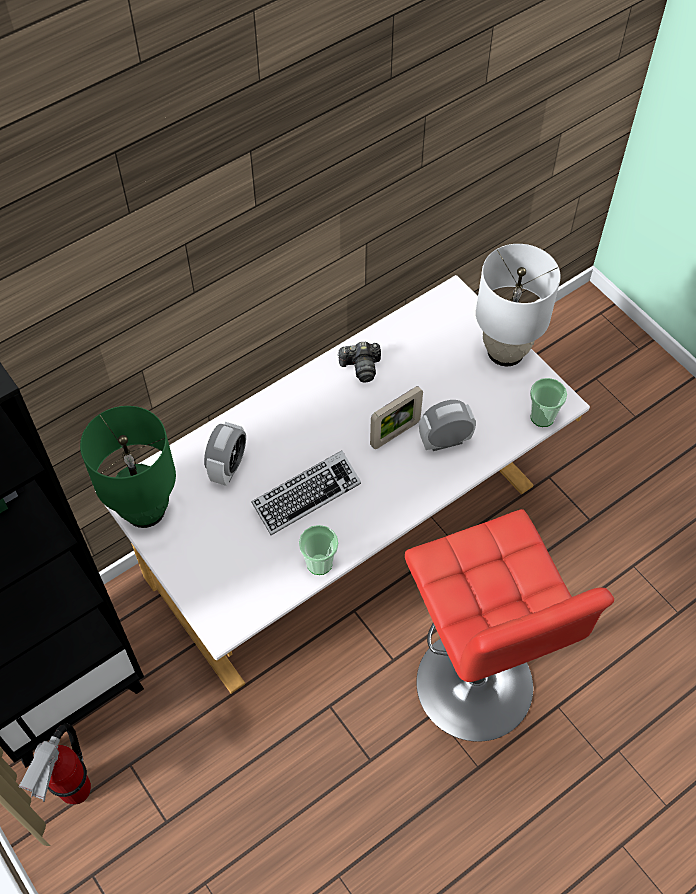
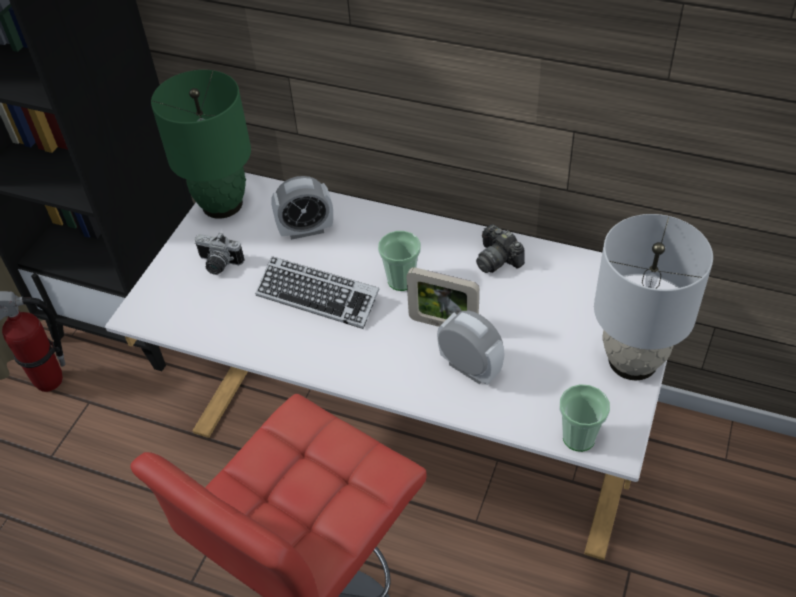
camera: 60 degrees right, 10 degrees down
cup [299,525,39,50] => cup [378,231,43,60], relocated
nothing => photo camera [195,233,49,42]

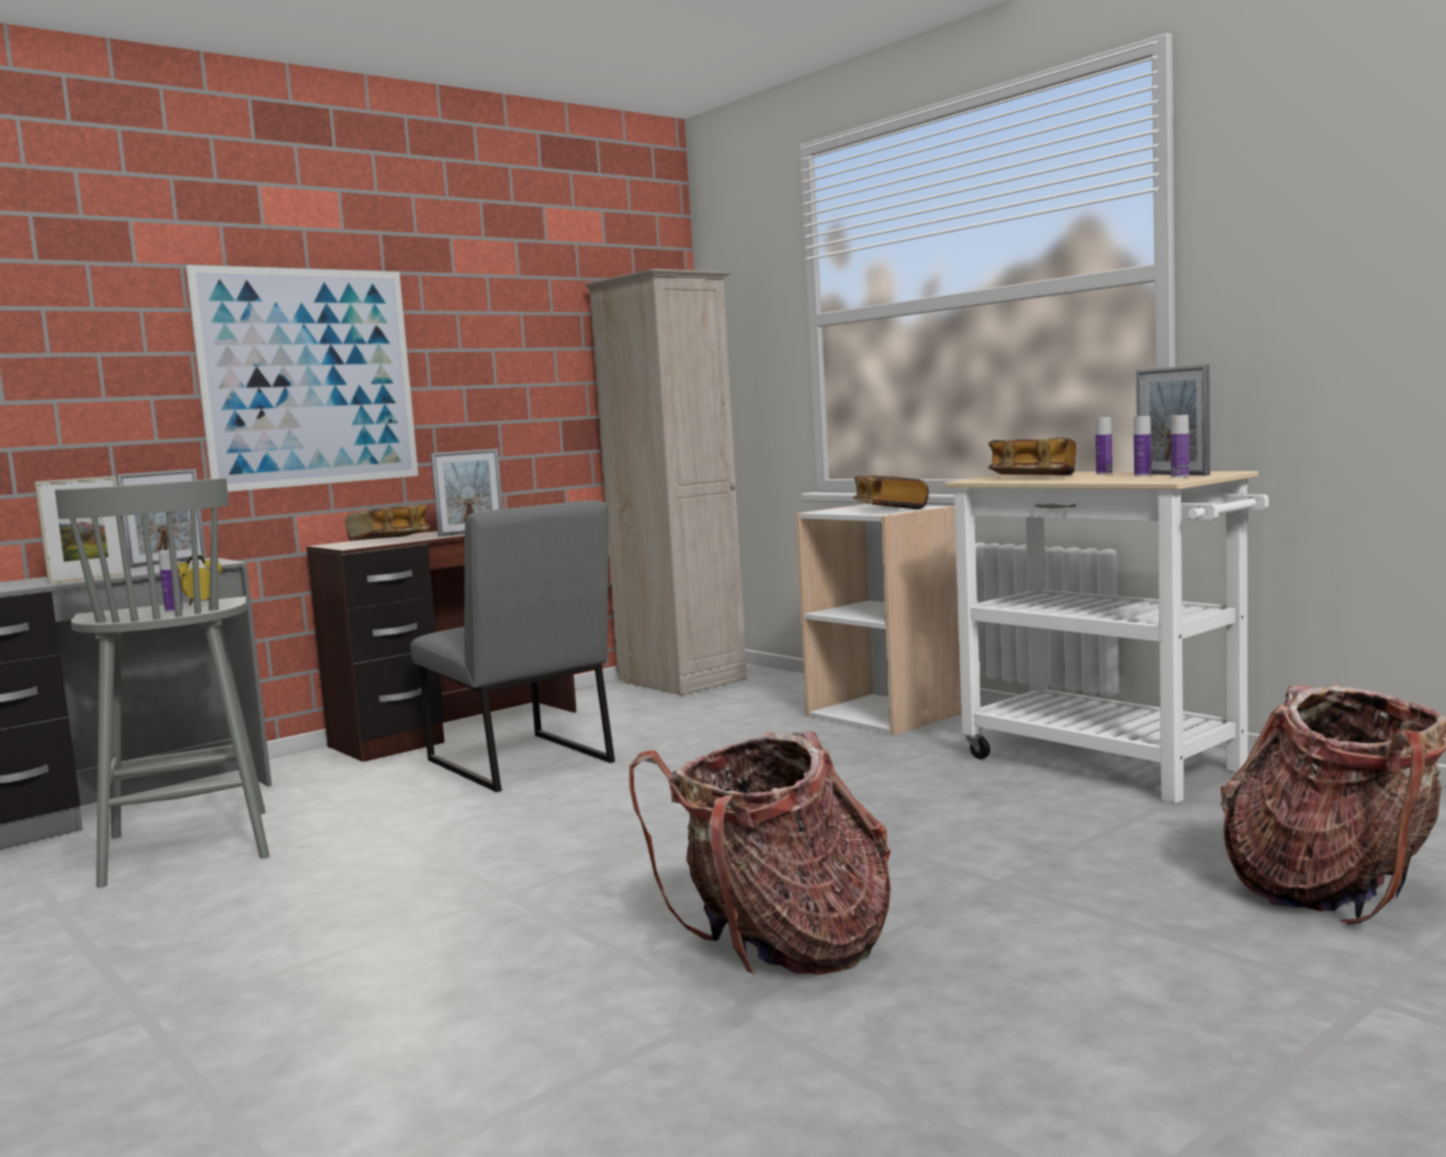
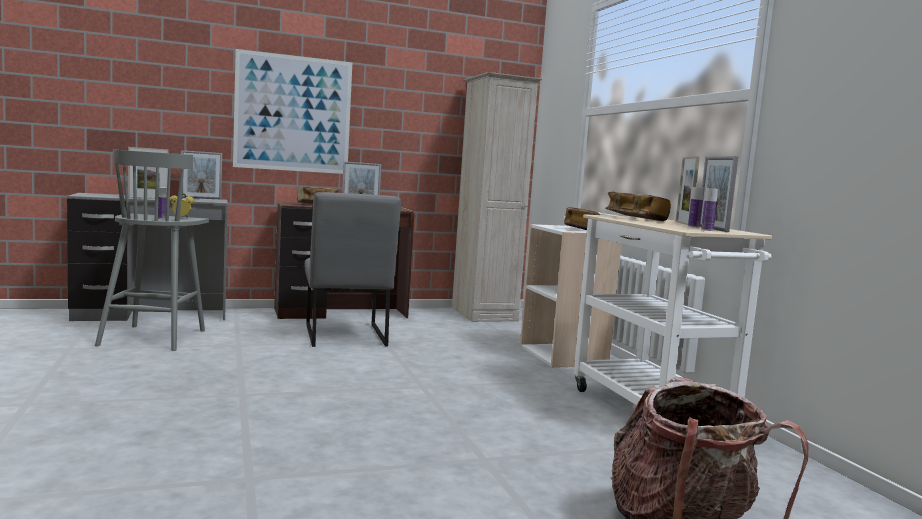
camera: 20 degrees right, 0 degrees up
backpack [629,731,262,244] => nothing
bottle [1095,417,17,57] => picture frame [676,156,24,69]

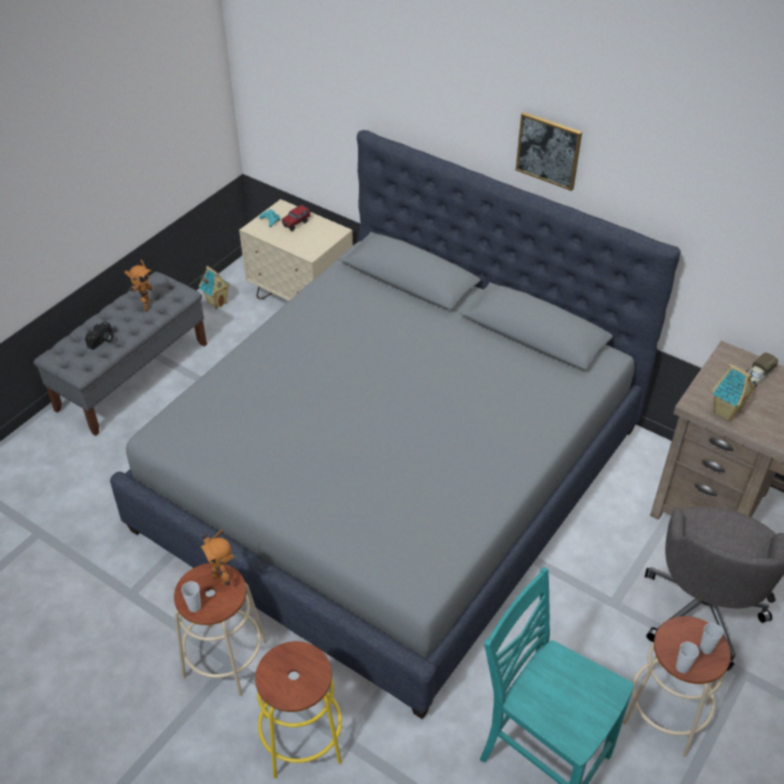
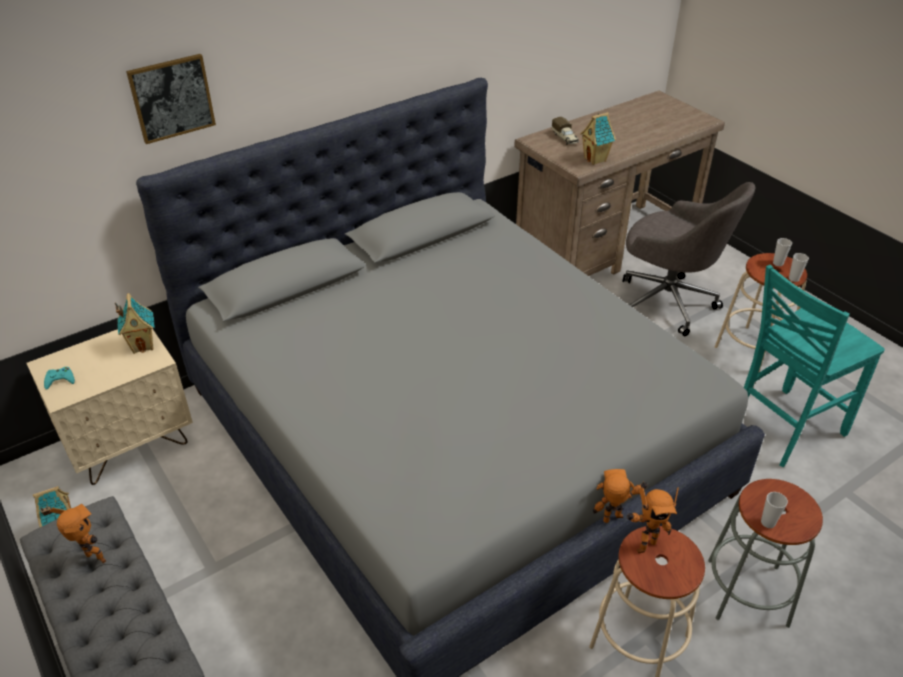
camera: 70 degrees left, 5 degrees down
photo camera [85,321,29,29] => nothing
cup [181,581,20,31] => cup [761,492,27,36], relocated
yellow stool [255,641,87,137] => grey stool [708,479,115,149]
toy truck [282,205,28,26] => nothing
picture [516,112,66,79] => picture [126,54,90,90], relocated
nothing => toy house [115,293,40,61]
nothing => toy robot [593,469,56,54]

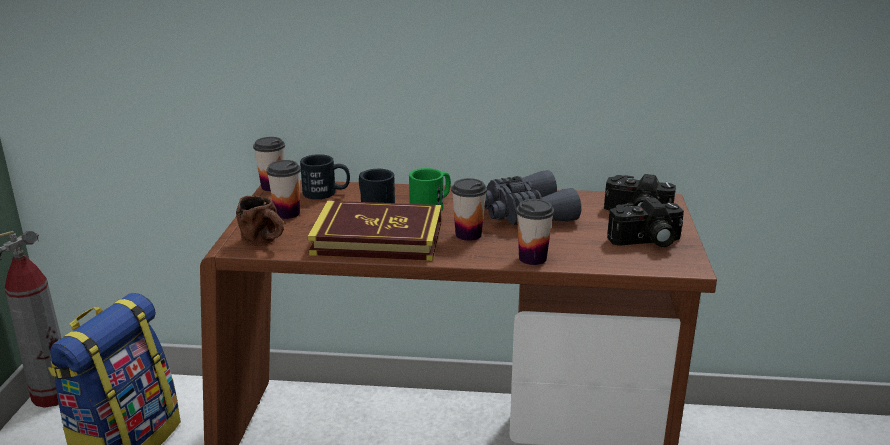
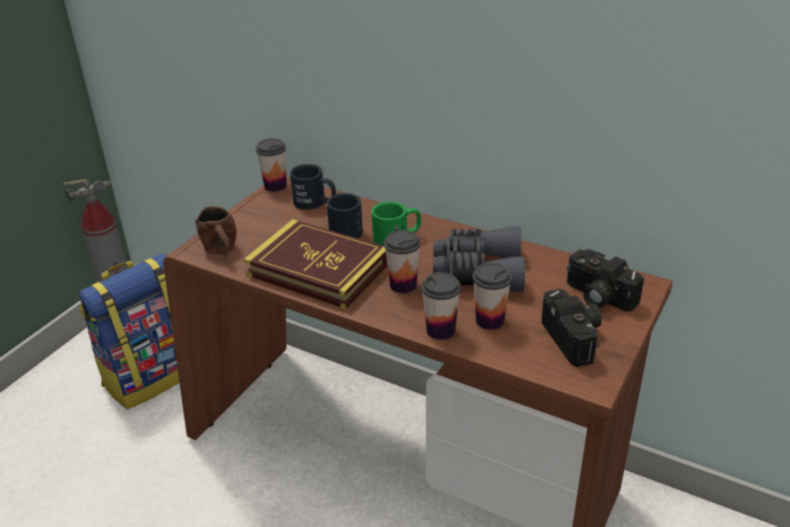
camera: 25 degrees right, 10 degrees up
cup [266,160,35,59] => cup [473,263,39,67], relocated
photo camera [607,198,77,49] => photo camera [542,289,60,78], 120 degrees counterclockwise

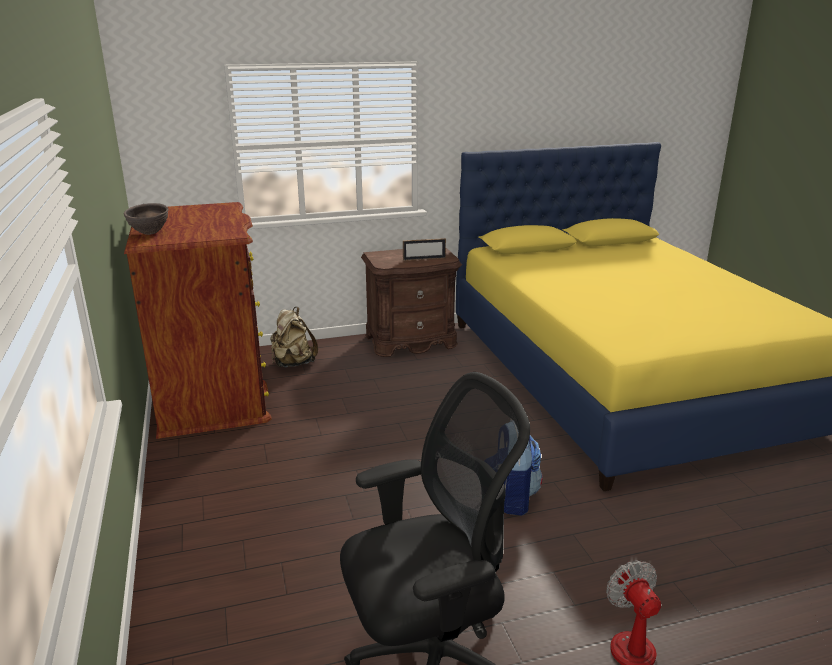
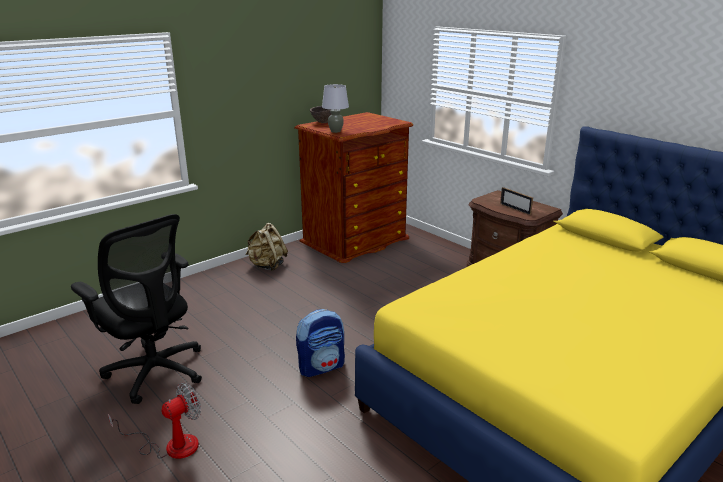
camera: 65 degrees right, 0 degrees up
beige backpack [270,307,48,61] => beige backpack [245,223,43,48], relocated
nothing => grey table lamp [322,84,27,49]

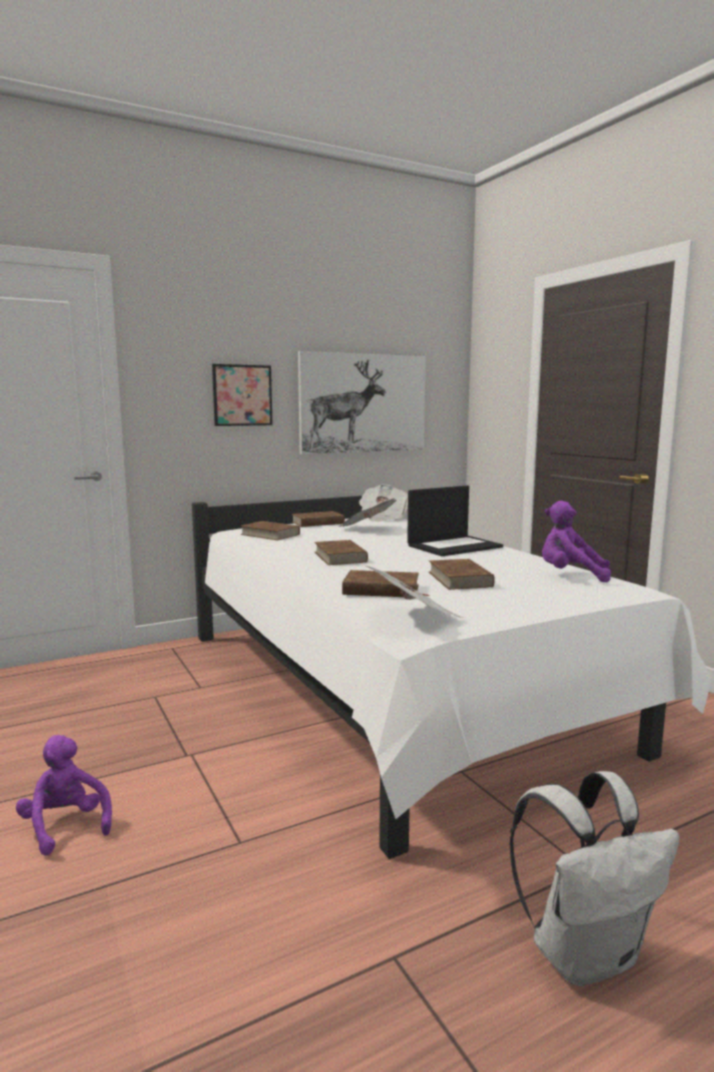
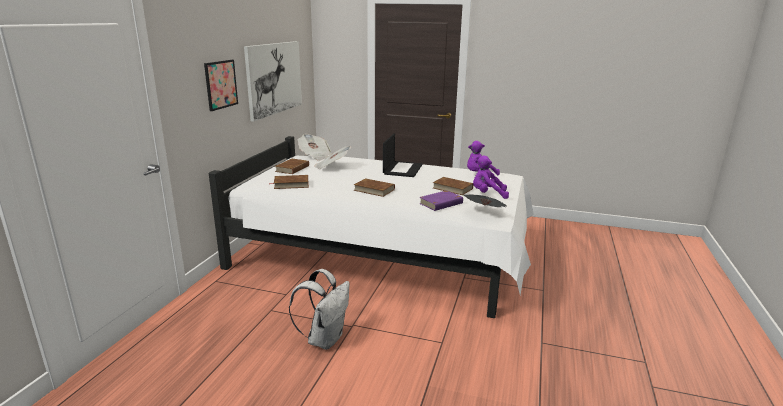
camera: 45 degrees left, 10 degrees up
purple plush toy [16,735,96,121] => purple plush toy [473,155,36,44], relocated
brown book [342,570,87,27] => purple book [419,190,44,21]
white backpack [509,771,171,215] => white backpack [289,269,61,81], relocated

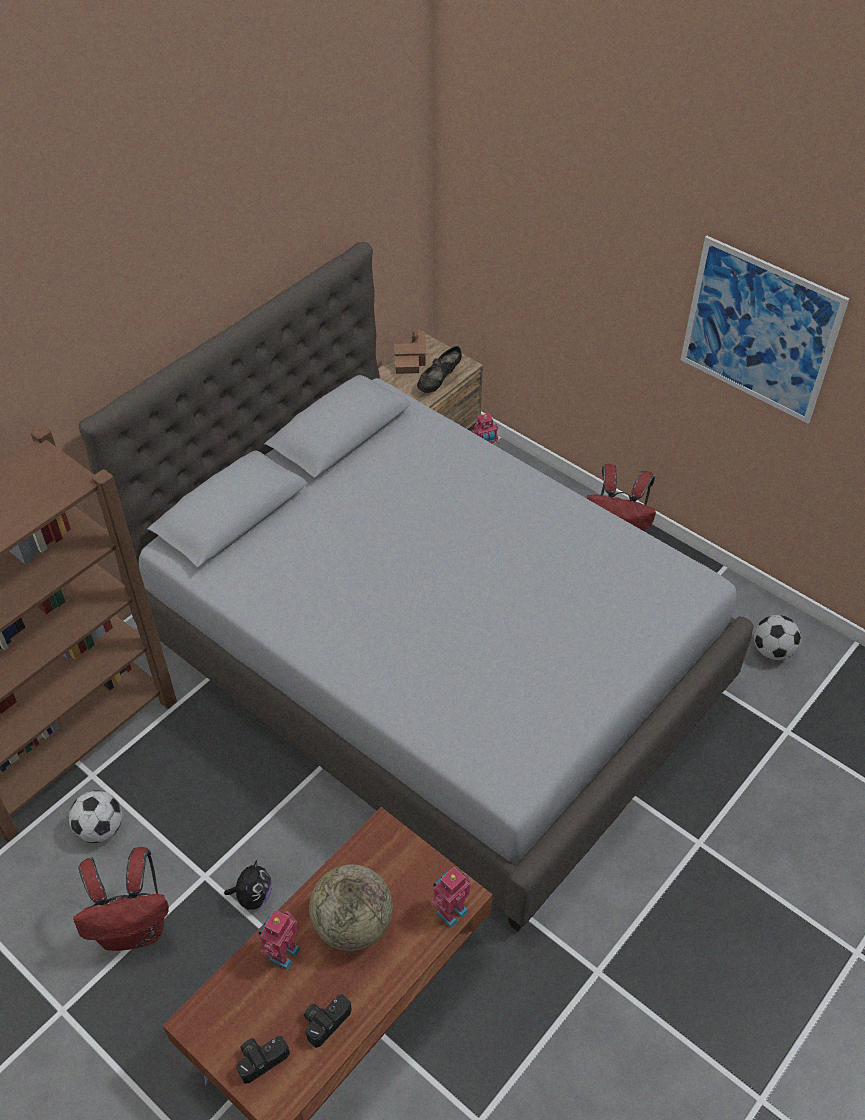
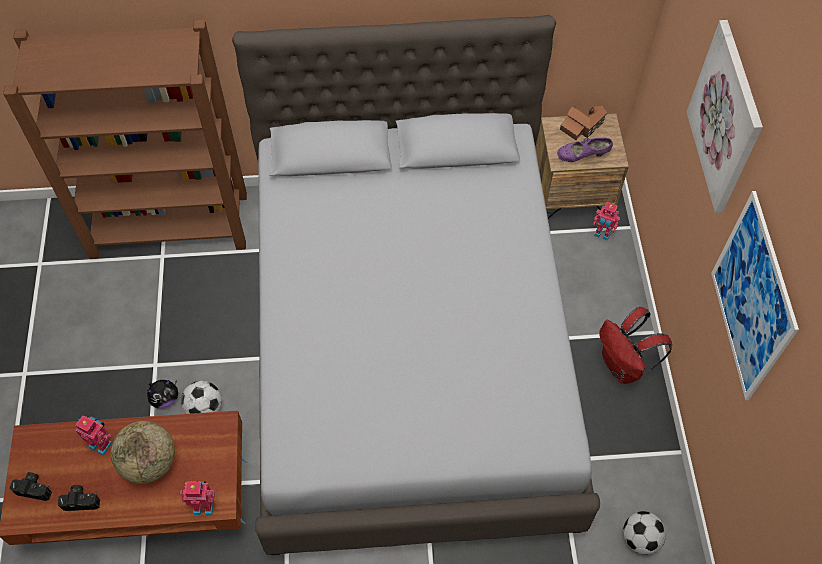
camera: 45 degrees right, 10 degrees up
football [69,790,53,53] => football [181,381,41,33], relocated
red backpack [73,847,96,104] => nothing
toy robot [259,910,41,60] => toy robot [76,416,37,40], 45 degrees clockwise
black shoe [417,346,45,47] => purple shoe [557,138,56,24]
nothing => picture [687,20,76,193]

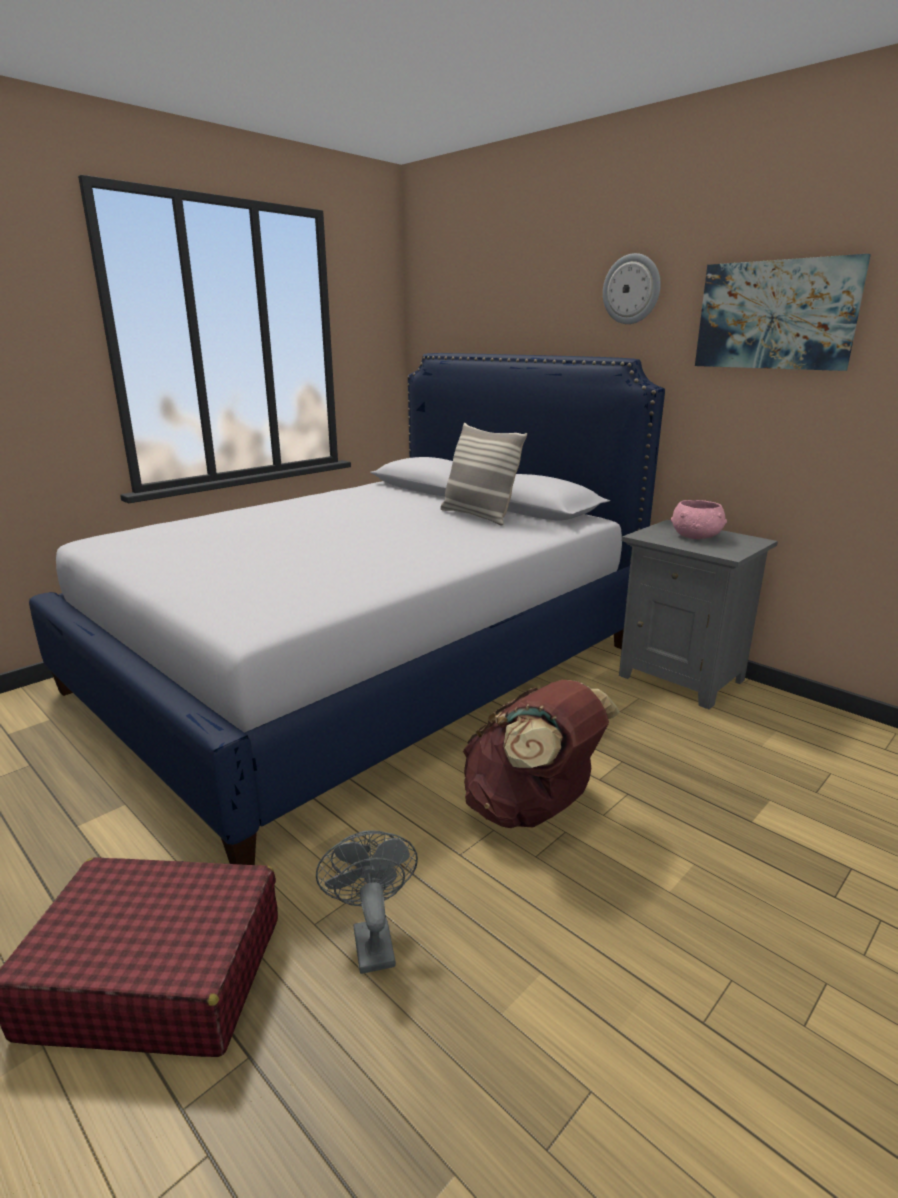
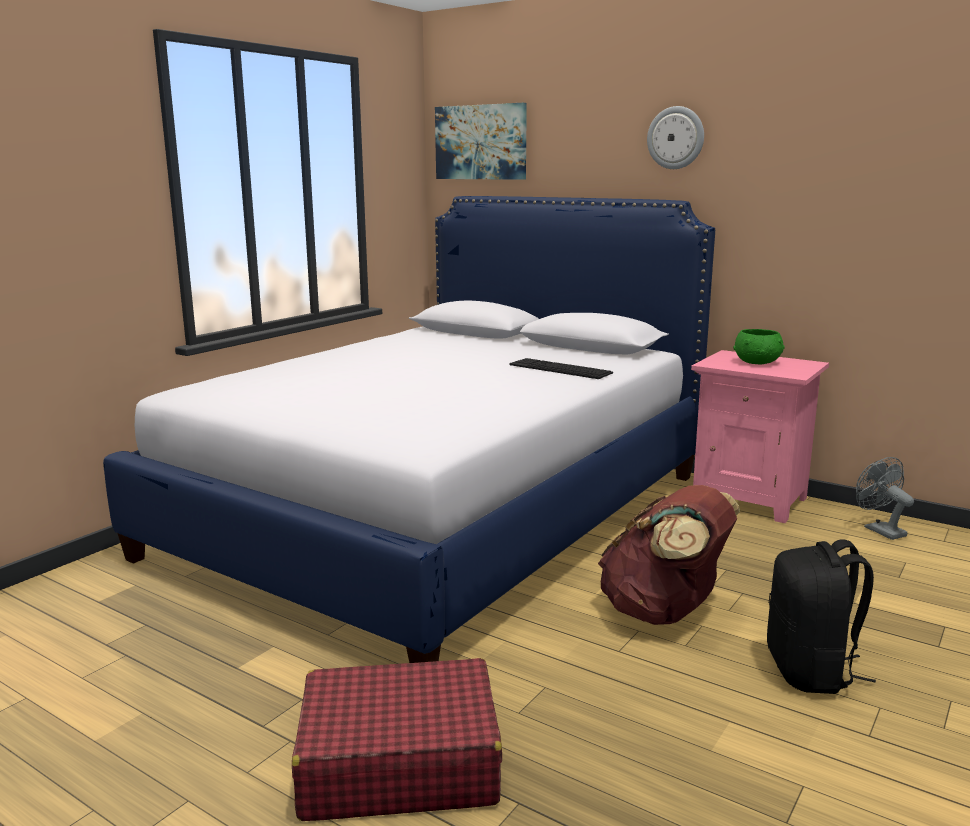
camera: 10 degrees left, 5 degrees down
grey fan [316,830,102,144] => grey fan [856,457,58,83], relocated
pillow [440,423,87,103] => nothing
grey nightstand [619,520,159,189] => pink nightstand [691,350,138,173]
pink bowl [671,500,56,39] => green bowl [733,329,51,35]
picture [695,254,176,117] => picture [435,103,92,77], relocated
nothing => keyboard [510,358,103,21]
nothing => black backpack [767,539,109,155]

